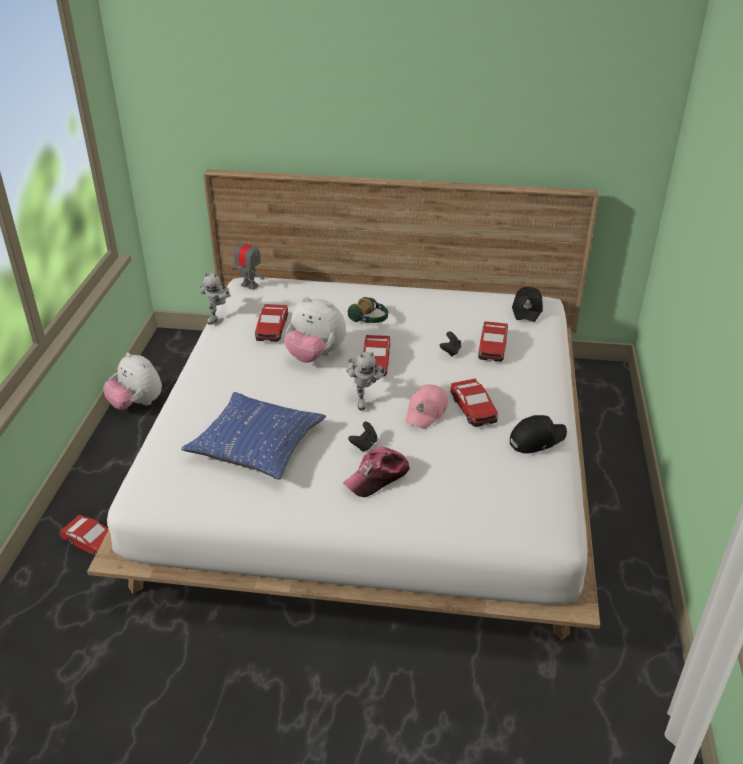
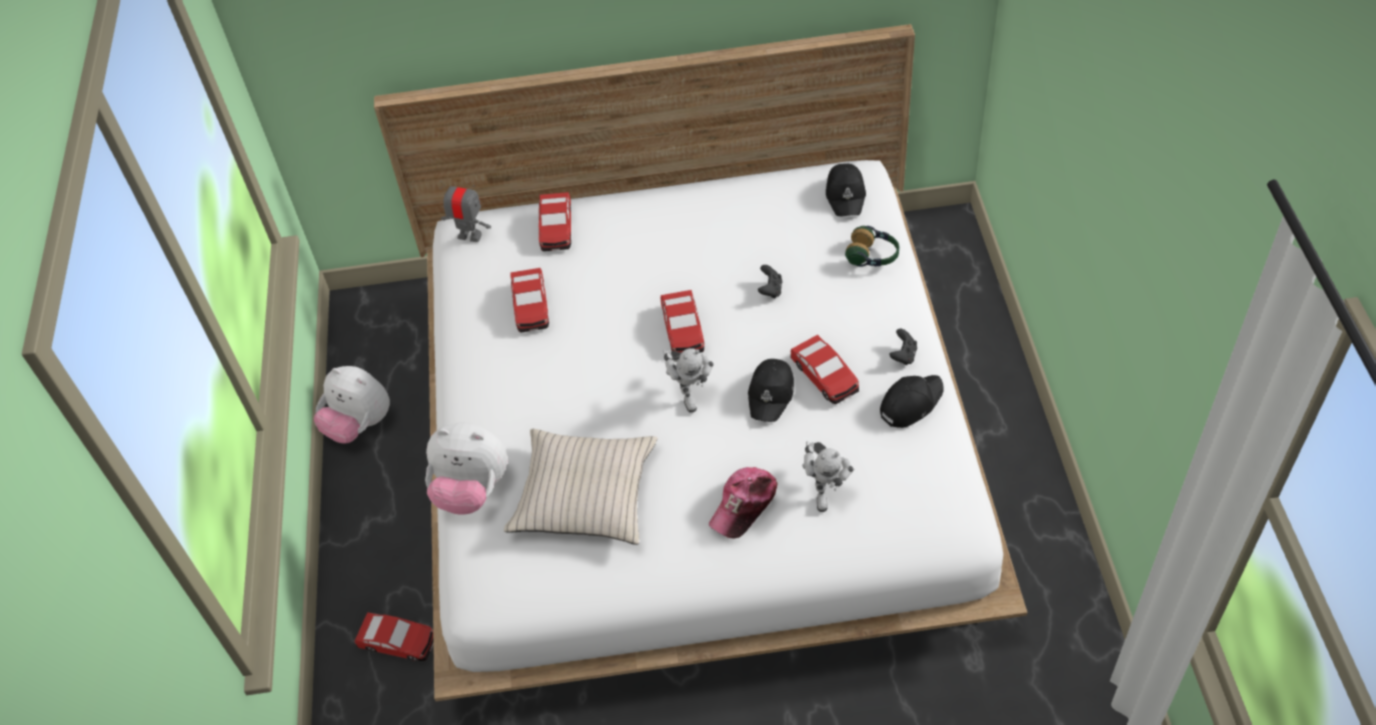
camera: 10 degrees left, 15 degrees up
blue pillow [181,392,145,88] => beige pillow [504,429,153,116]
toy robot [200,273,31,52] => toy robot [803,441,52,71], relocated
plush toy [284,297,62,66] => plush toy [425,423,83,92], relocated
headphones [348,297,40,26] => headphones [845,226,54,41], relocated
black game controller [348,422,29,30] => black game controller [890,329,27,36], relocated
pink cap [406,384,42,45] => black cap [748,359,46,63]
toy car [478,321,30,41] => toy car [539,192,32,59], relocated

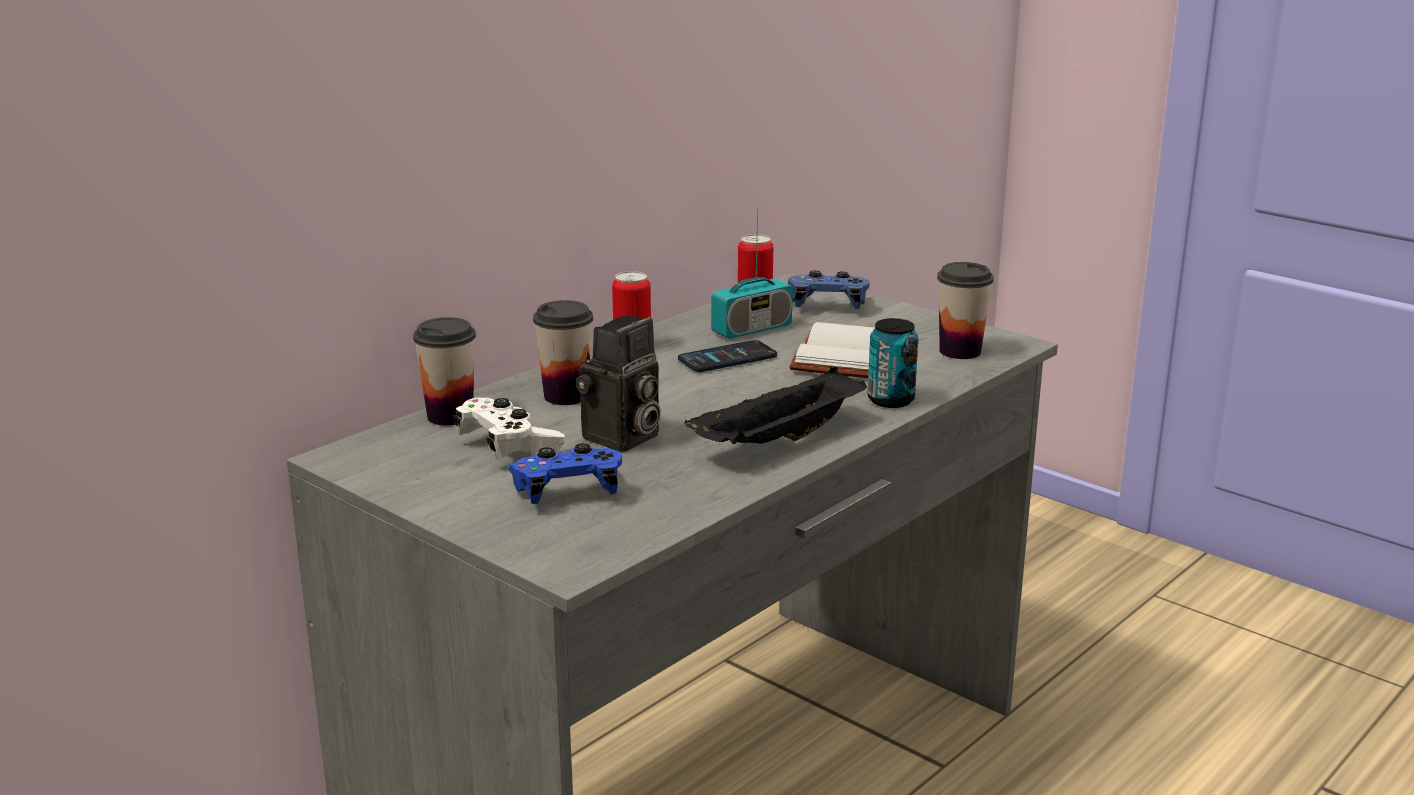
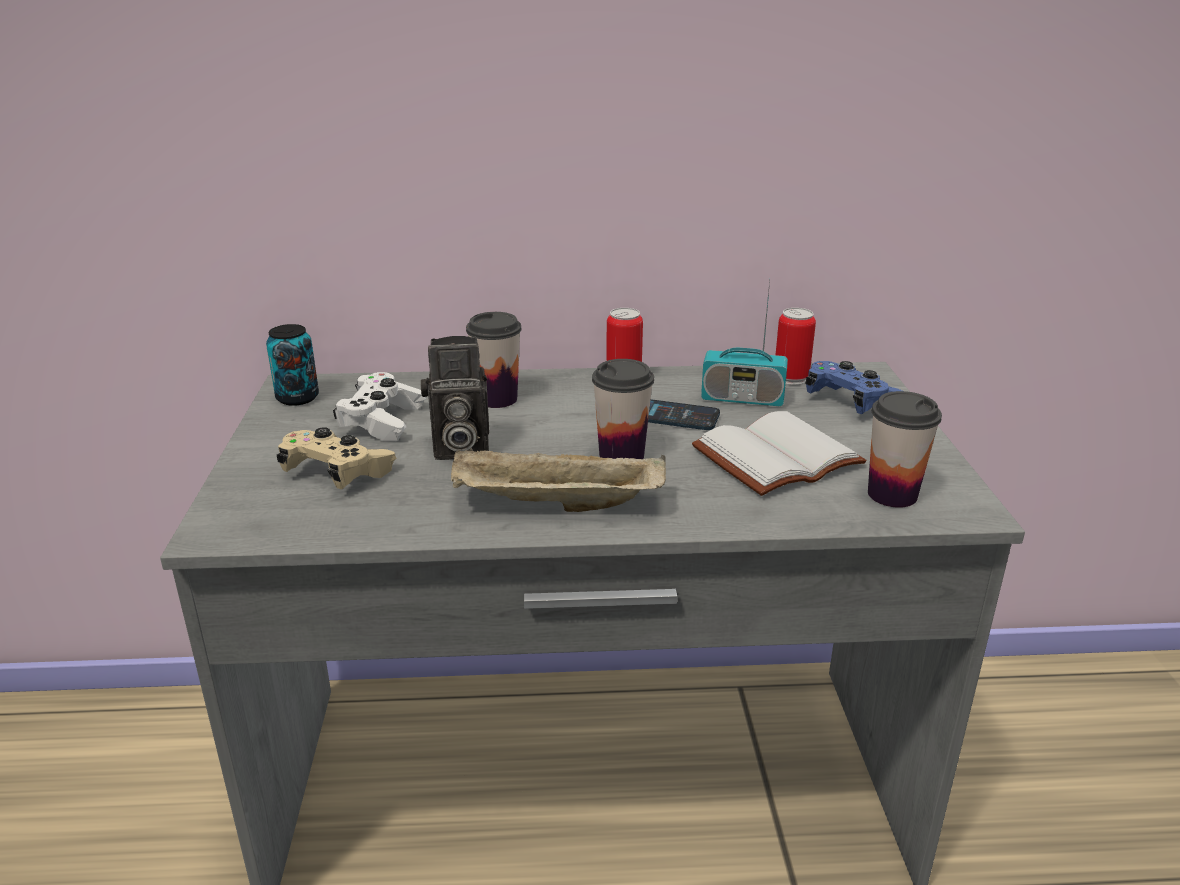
camera: 45 degrees right, 5 degrees up
cup [413,317,63,109] => cup [592,359,62,100], relocated
blue game controller [508,443,114,61] => beige game controller [277,427,120,62]
black tray [685,367,182,77] => beige tray [451,448,215,64]
can [868,318,50,90] => can [266,324,53,82], relocated

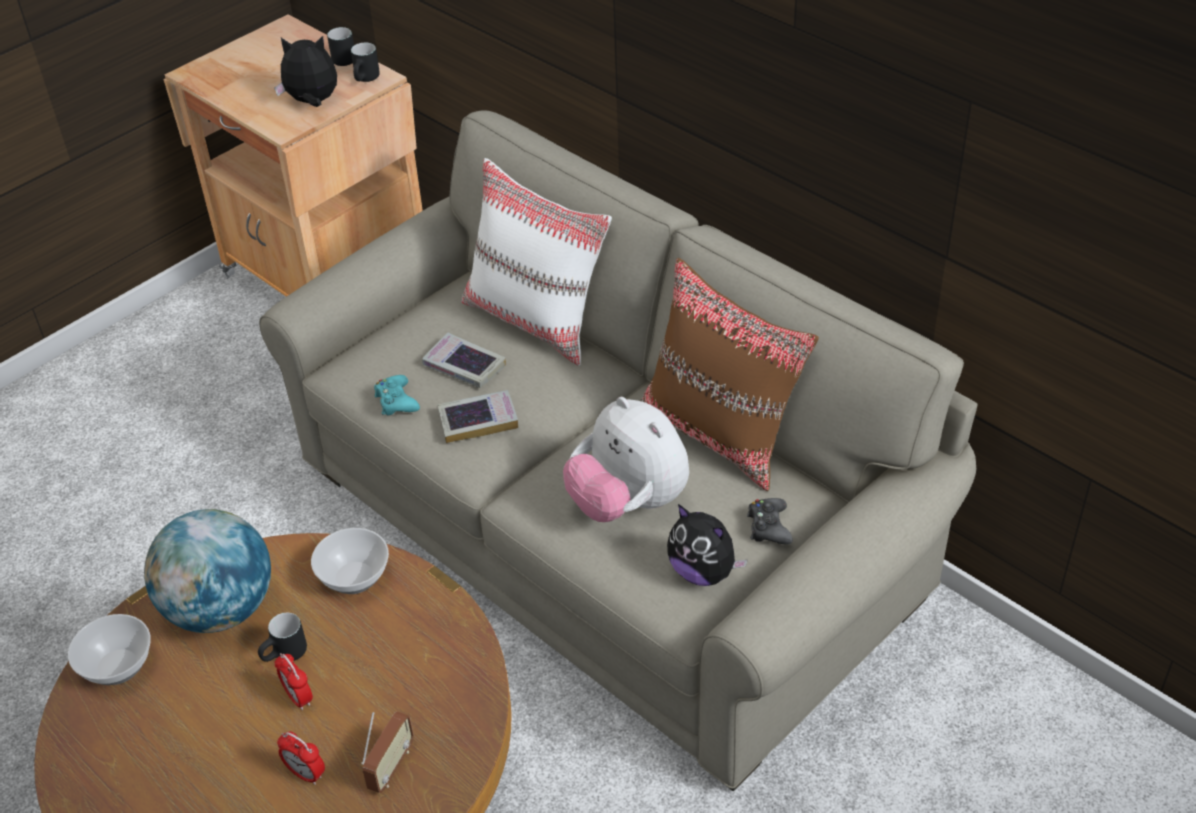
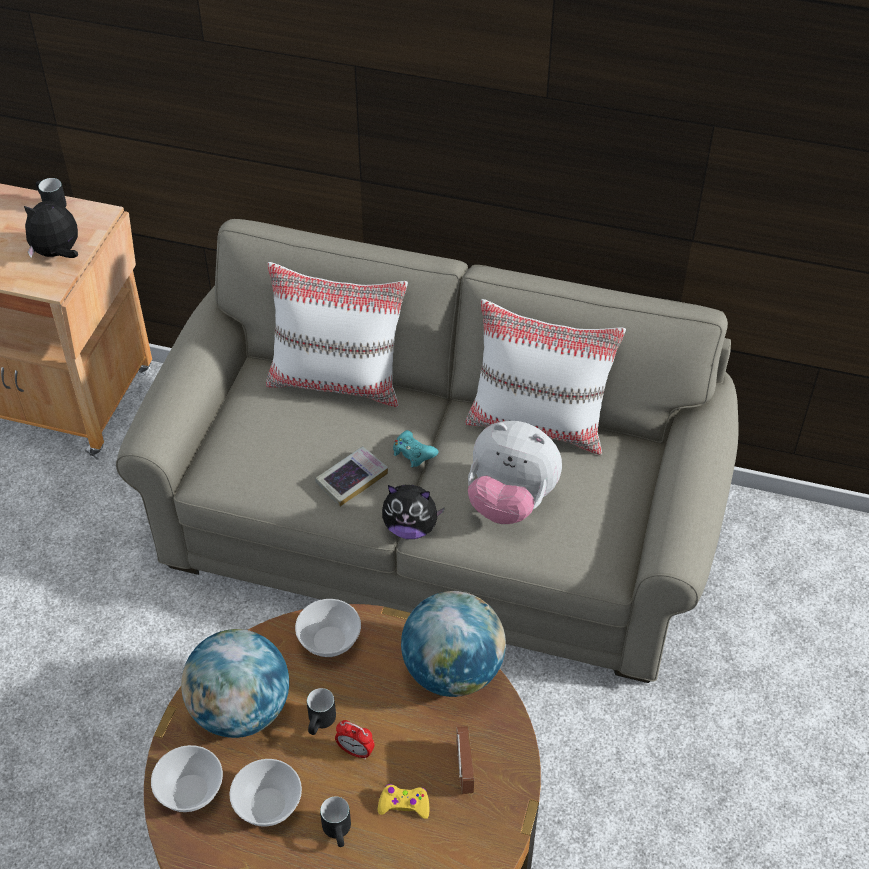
camera: 30 degrees left, 5 degrees up
alarm clock [277,731,48,54] => yellow game controller [378,784,51,35]
black mug [351,43,29,39] => black mug [320,796,31,51], relocated
turquoise game controller [374,375,46,40] => turquoise game controller [393,430,45,38], relocated
book [422,333,84,55] => nothing
brown pillow [640,258,179,233] => white pillow [465,299,161,156]
plush toy [667,504,80,82] => plush toy [382,485,63,54], relocated
black game controller [747,498,46,46] => nothing
nothing => bowl [229,759,73,67]
nothing => globe [401,591,105,106]

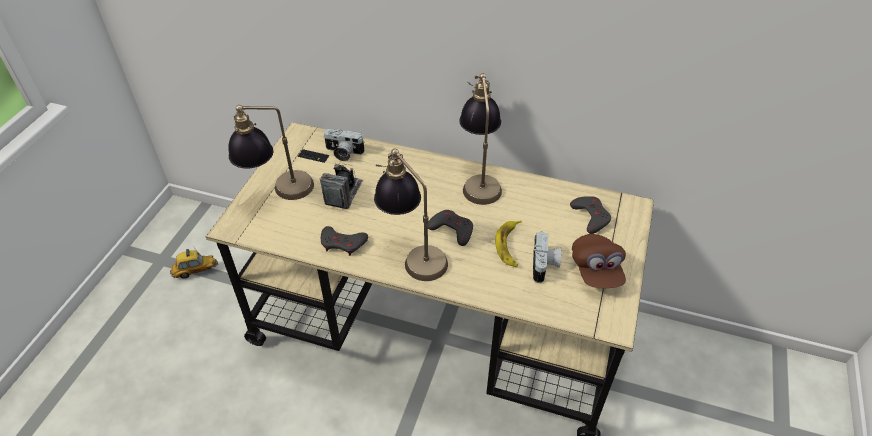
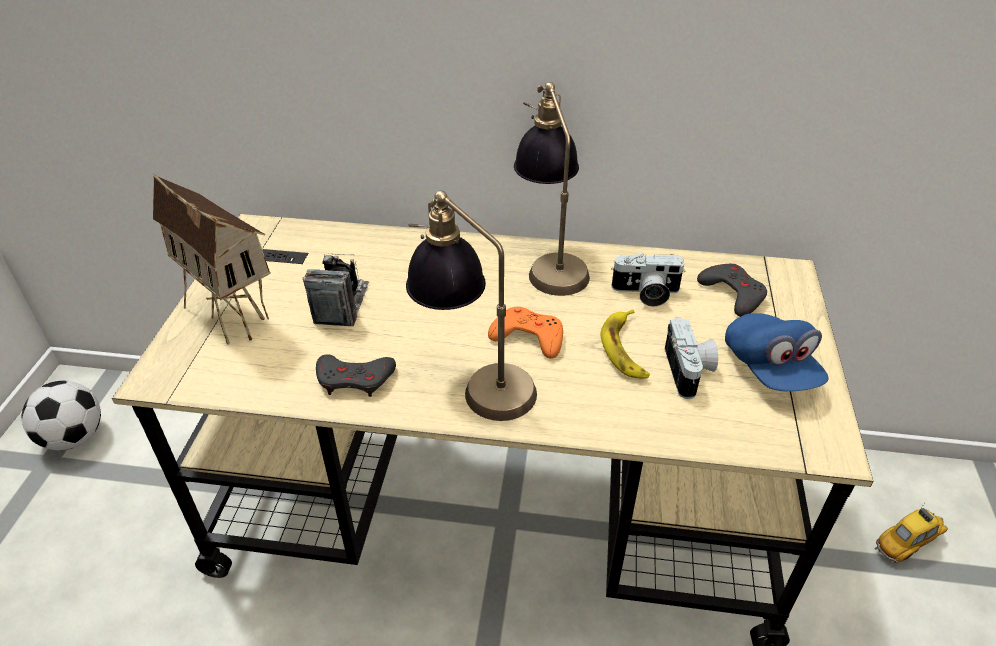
camera: 10 degrees left, 5 degrees down
toy car [170,246,48,33] => toy car [875,502,73,61], relocated
table lamp [228,105,86,95] => toy house [153,174,118,170]
photo camera [323,129,42,32] => photo camera [611,254,74,53], relocated
grey game controller [428,210,45,36] => orange game controller [488,307,75,52]
brown cap [572,234,54,54] => blue cap [725,313,103,78]
nothing => football [21,381,80,70]

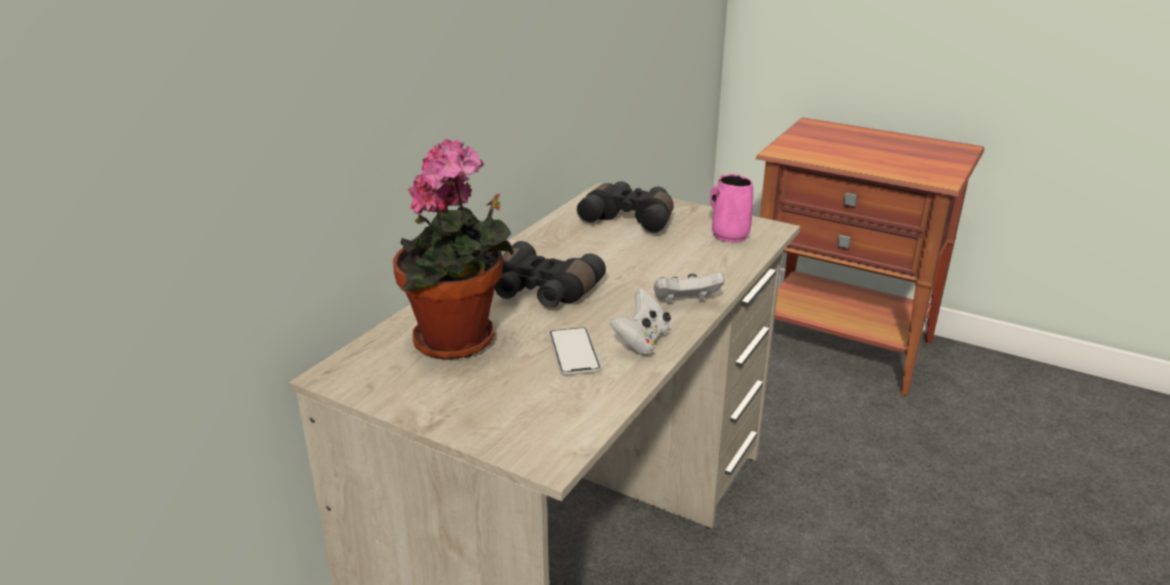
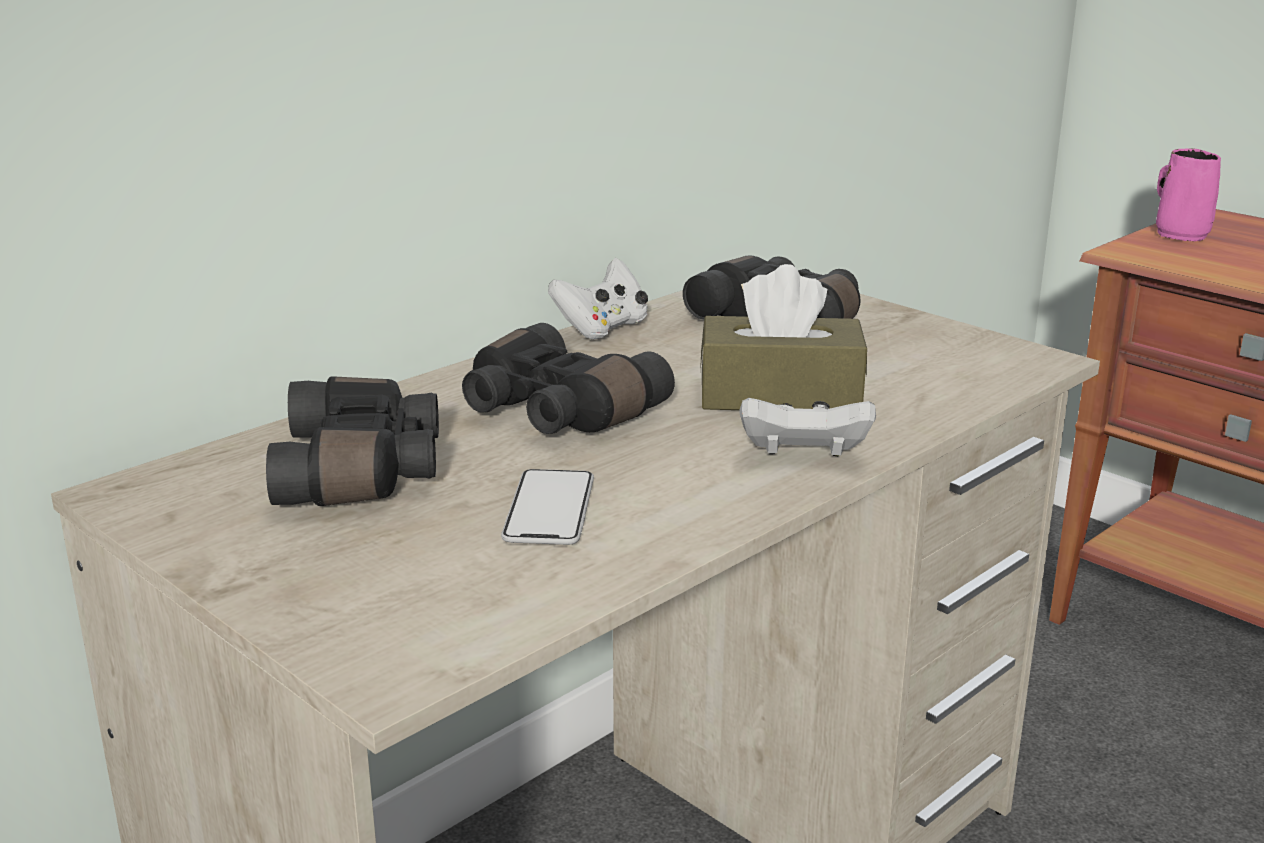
camera: 15 degrees right, 5 degrees down
potted plant [393,139,121,221] => black binoculars [266,376,173,130]
white game controller [610,288,61,67] => white game controller [548,258,100,82], relocated
pink mug [710,174,43,68] => pink mug [1156,148,65,93], relocated
nothing => brown tissue box [700,264,167,146]

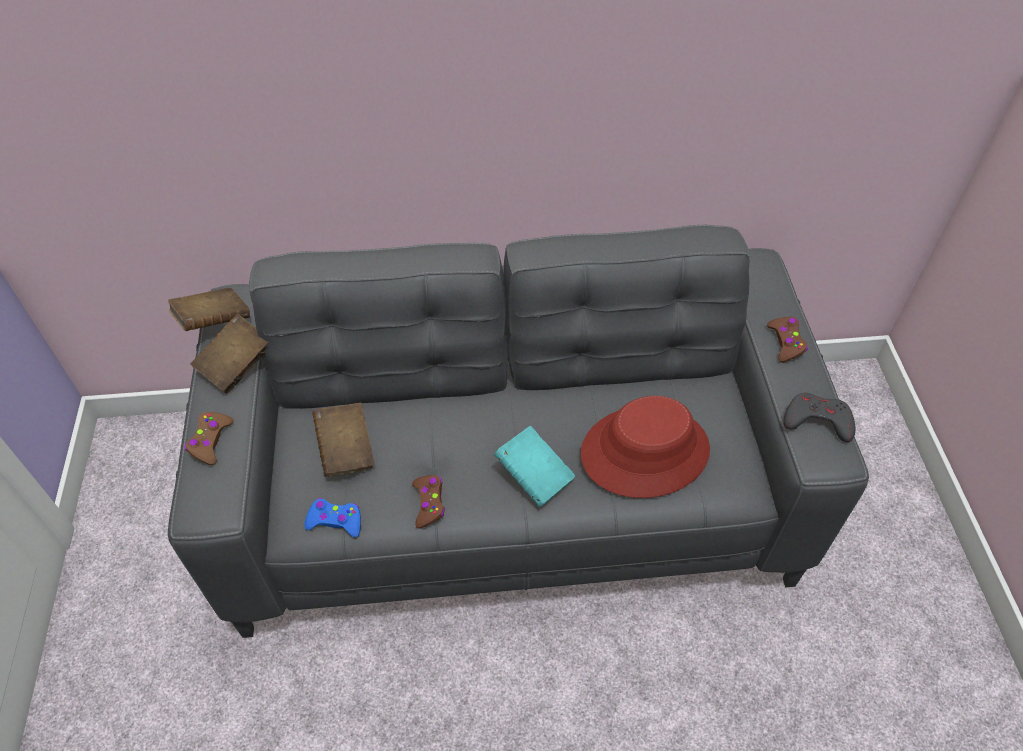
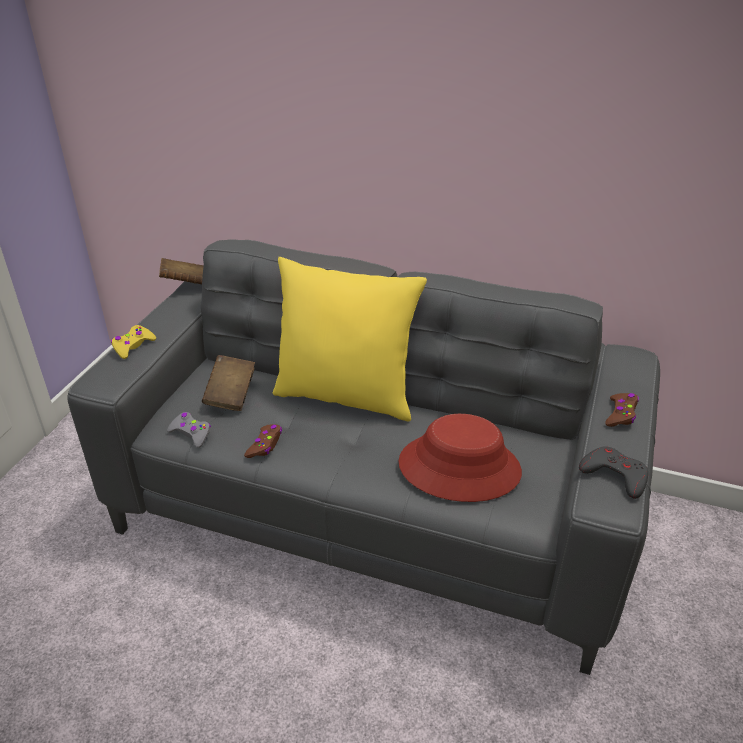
camera: 25 degrees right, 15 degrees down
brown game controller [185,412,49,53] => yellow game controller [111,325,45,34]
brown book [190,314,79,79] => nothing
blue game controller [304,498,57,39] => grey game controller [167,412,44,36]
turquoise book [494,426,81,81] => nothing
nothing => yellow pillow [273,257,154,164]

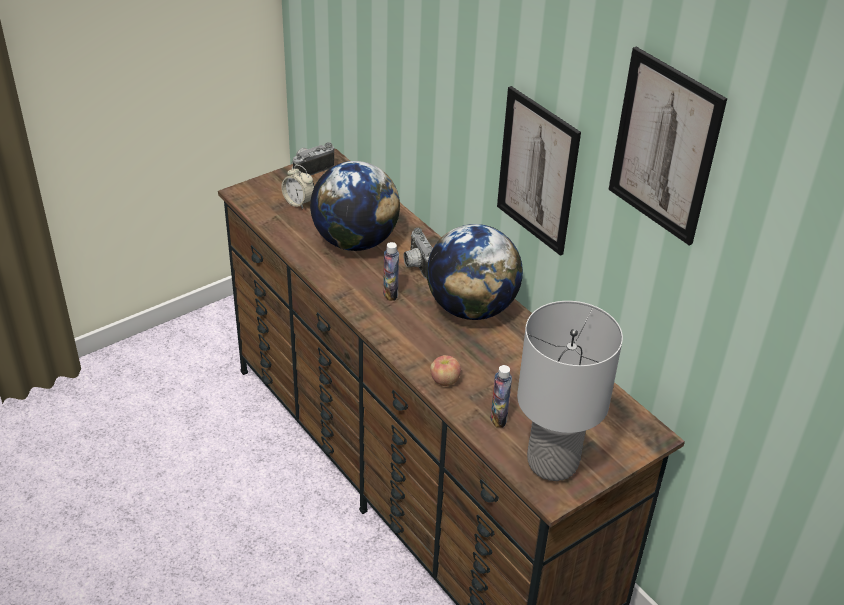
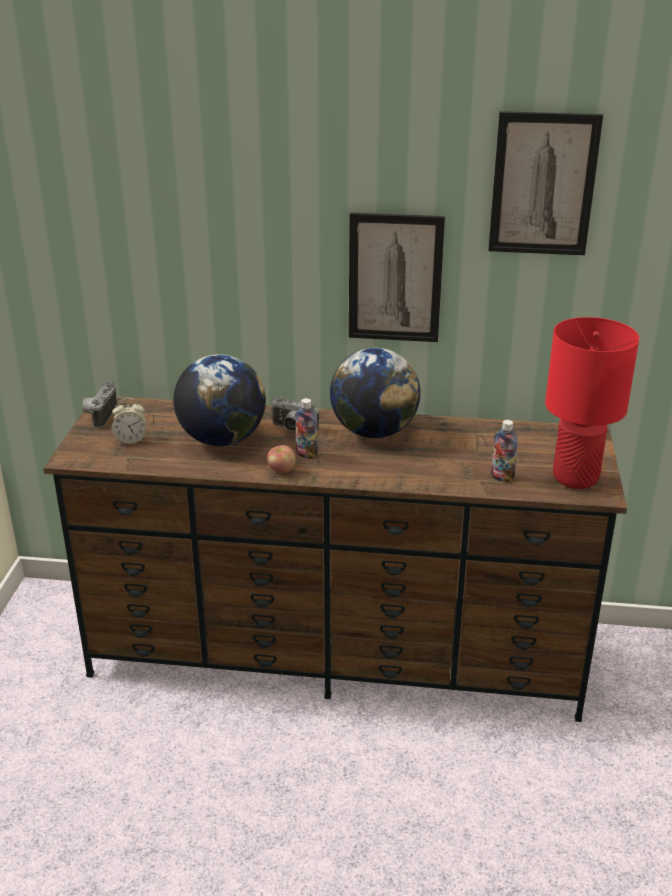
camera: 45 degrees left, 10 degrees down
apple [430,355,31,31] => apple [267,445,29,28], relocated
grey table lamp [517,301,106,180] => red table lamp [545,317,94,172]

